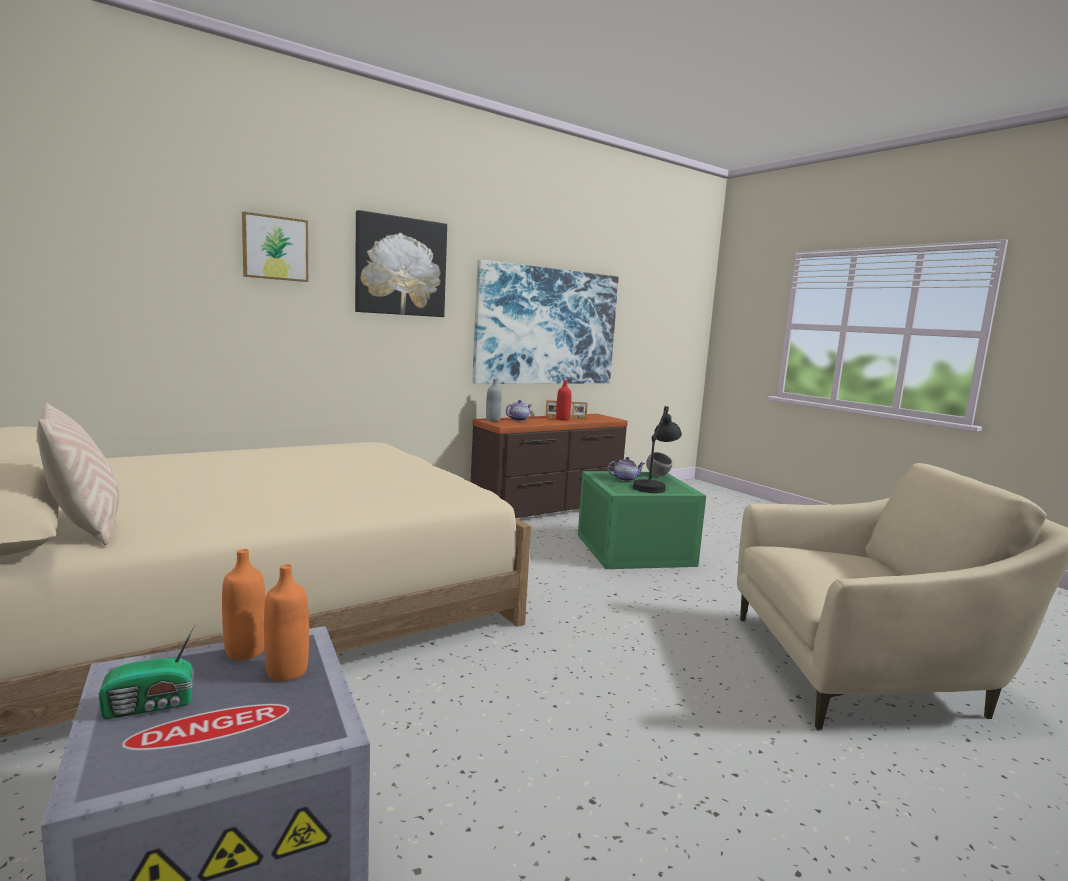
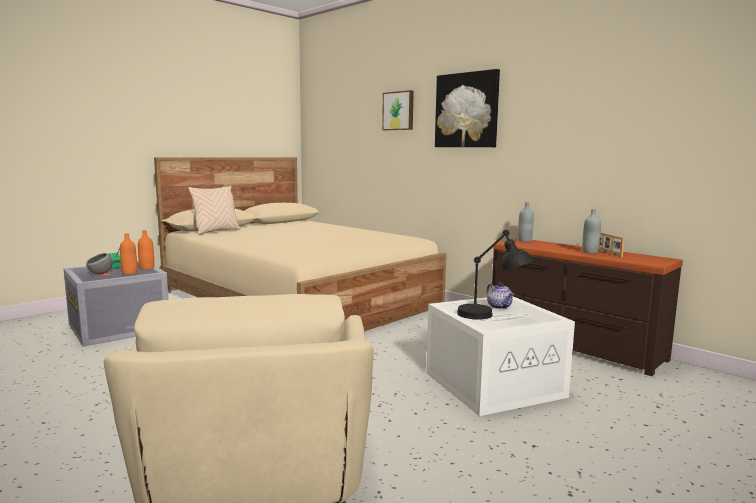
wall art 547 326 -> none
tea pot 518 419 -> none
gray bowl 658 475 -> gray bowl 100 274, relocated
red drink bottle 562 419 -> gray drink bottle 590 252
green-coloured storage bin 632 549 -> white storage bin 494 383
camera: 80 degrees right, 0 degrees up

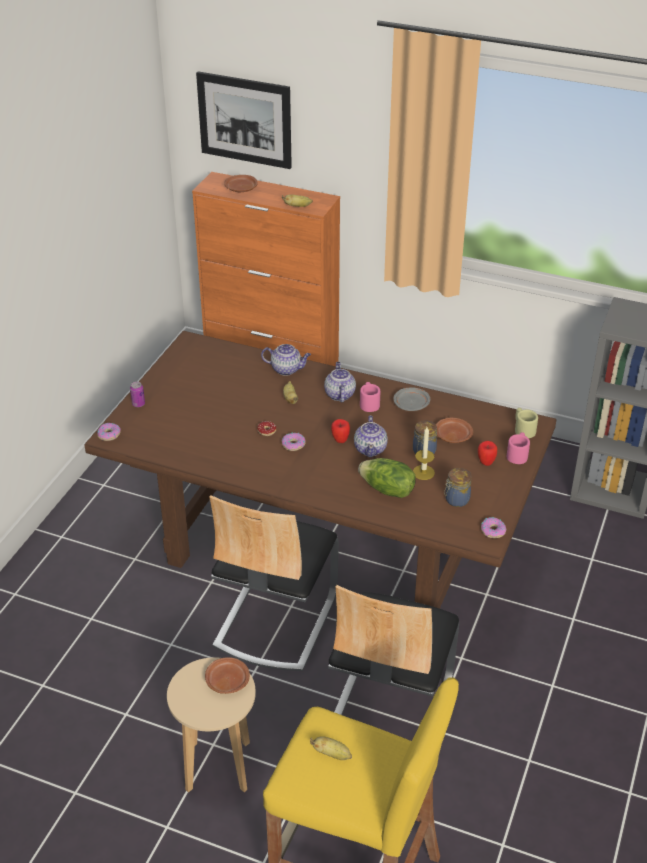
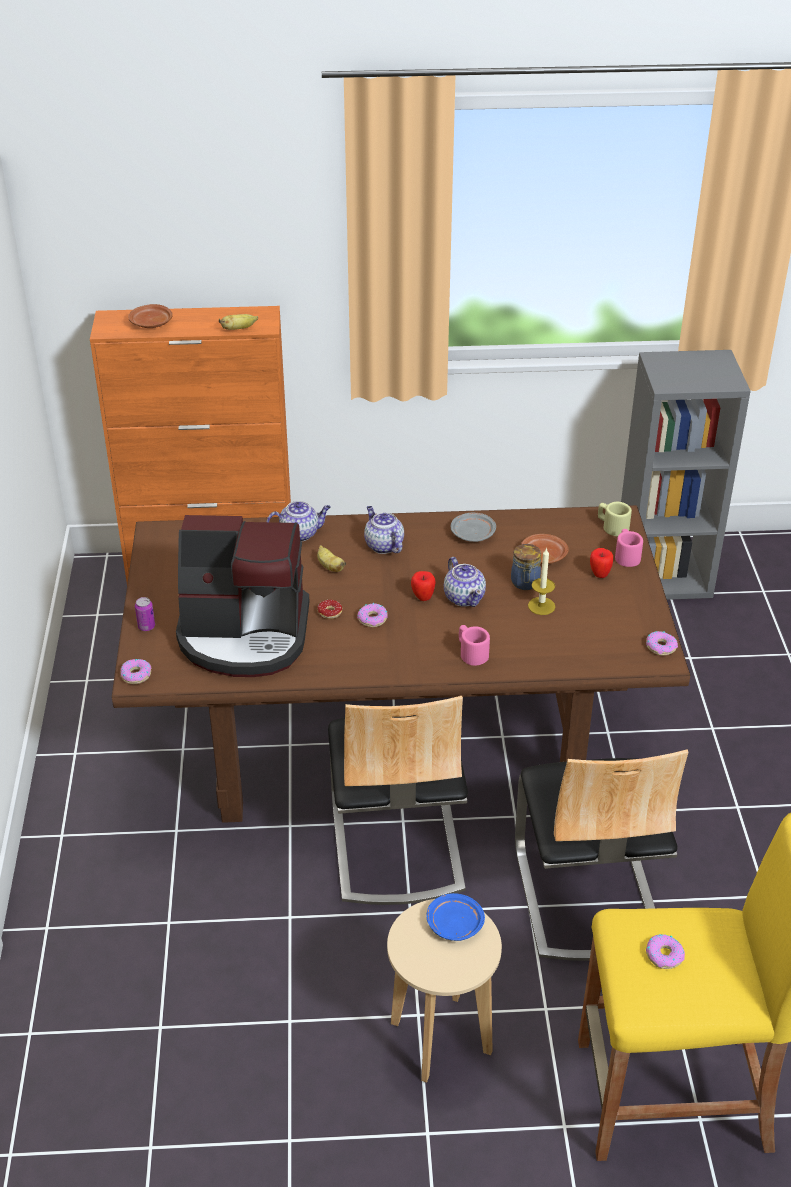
wall art 245 120 -> none
lettuce head 387 490 -> none
jar 456 500 -> none
none -> coffee maker 244 635
pink-coloured tea mug 369 403 -> pink-coloured tea mug 471 653, relocated
banana fruit 332 754 -> ring doughnut 664 955
brownish plate 227 681 -> blue plate 454 924
camera: 25 degrees left, 0 degrees up

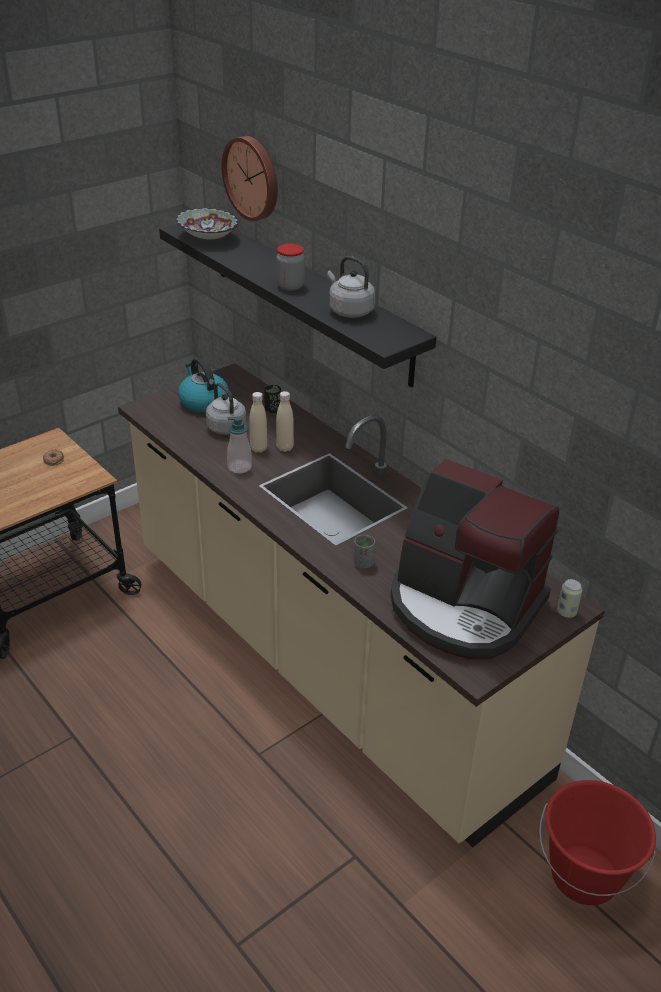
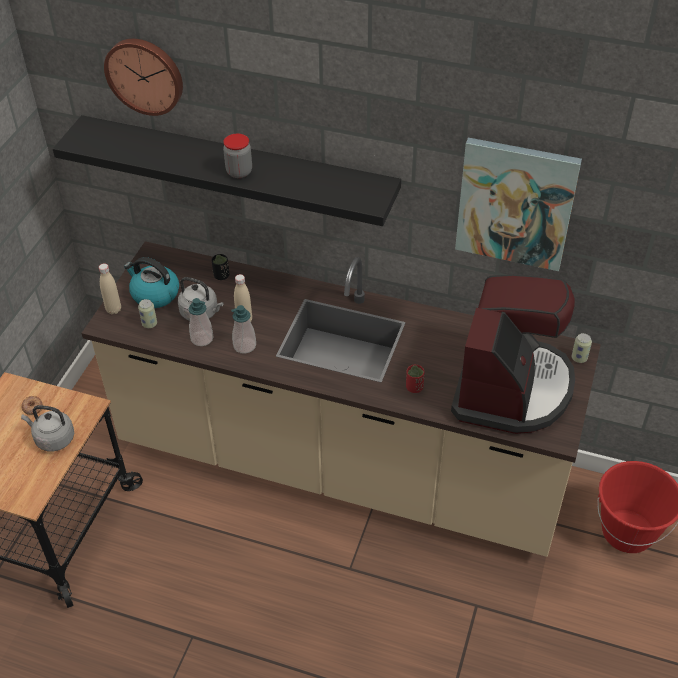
bowl 208 238 -> none
none -> can 149 324
none -> liquid soap bottle 202 338
none -> wall art 515 203
beige drink bottle 285 448 -> beige drink bottle 113 310, relocated
gray tea kettle 349 311 -> gray tea kettle 53 439, relocated
gray drinking cup 363 563 -> red drinking cup 414 387
coffee maker 464 606 -> coffee maker 511 388, 75 degrees counterclockwise
camera: 30 degrees left, 10 degrees up

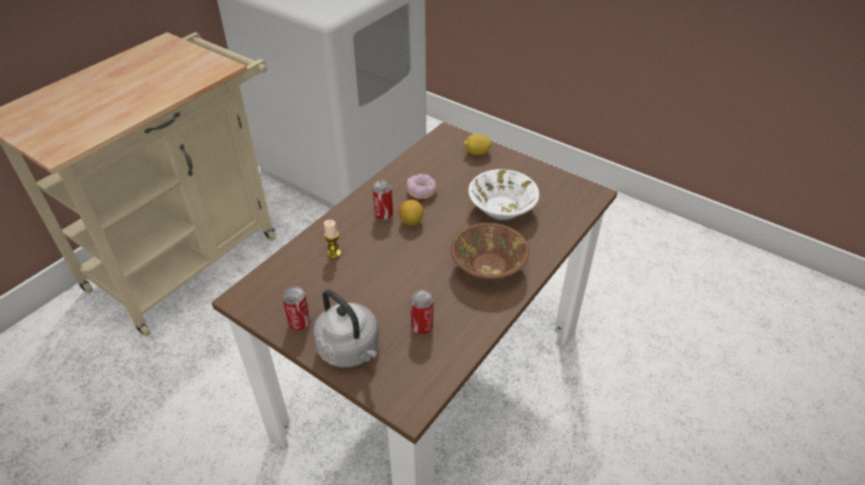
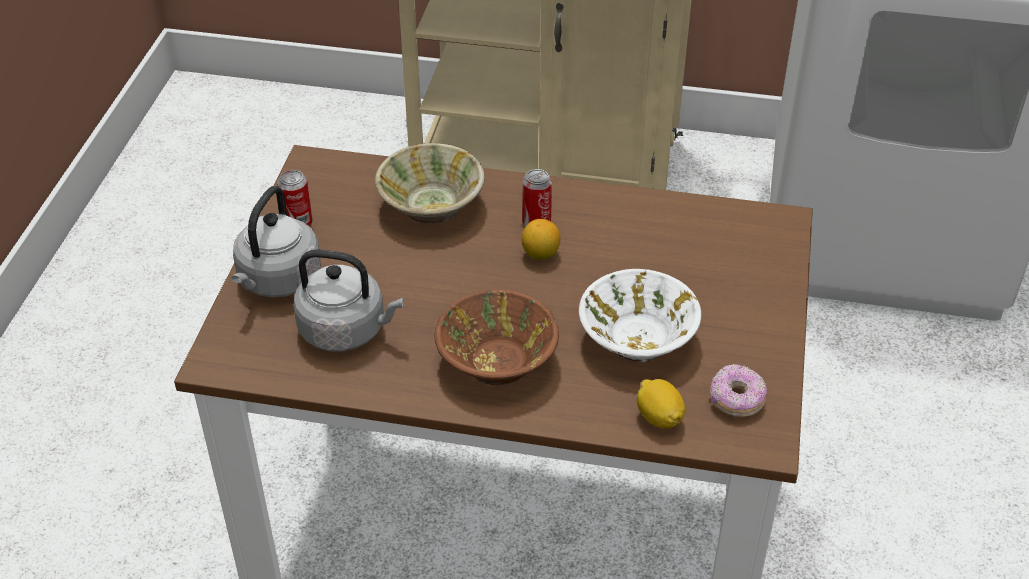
ring doughnut 421 192 -> ring doughnut 736 400, relocated
whole lemon 477 153 -> whole lemon 659 417, relocated
wax candle 334 253 -> beige bowl 431 206
can 422 327 -> gray tea kettle 347 330
camera: 65 degrees right, 0 degrees up

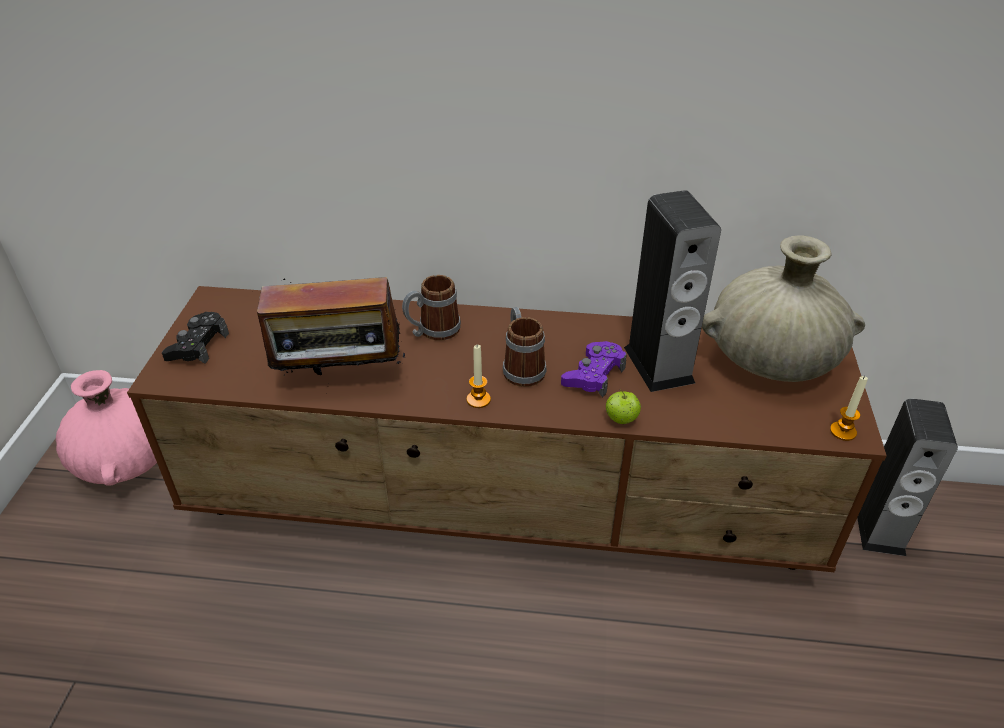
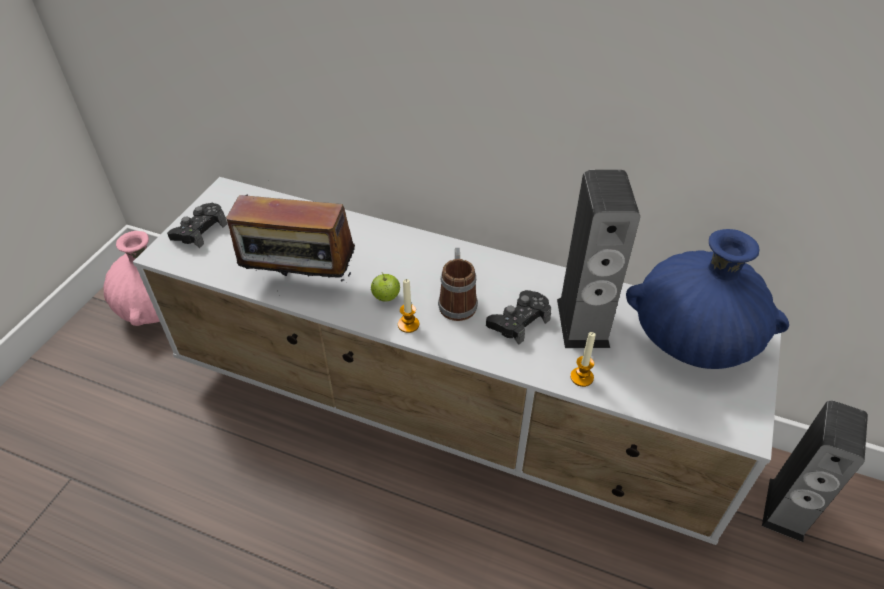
tea mug 432 331 -> none
whole apple 621 419 -> whole apple 386 297, relocated
wax candle 843 431 -> wax candle 581 377, relocated
brownish tv stand 505 509 -> white tv stand 445 413
purple gamepad 594 375 -> black gamepad 519 321
beige flower vase 771 359 -> blue flower vase 693 338
camera: 15 degrees right, 5 degrees up

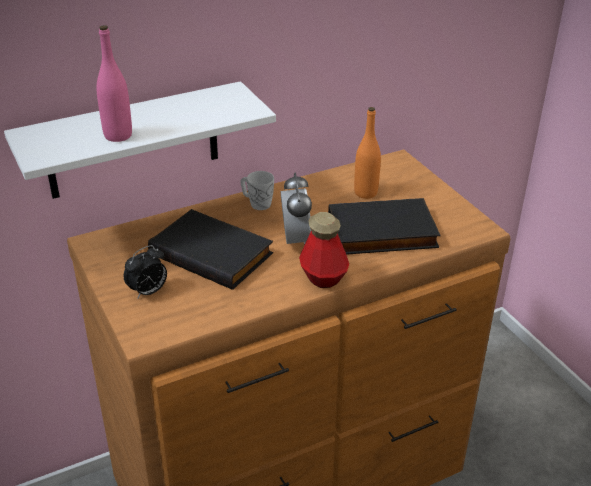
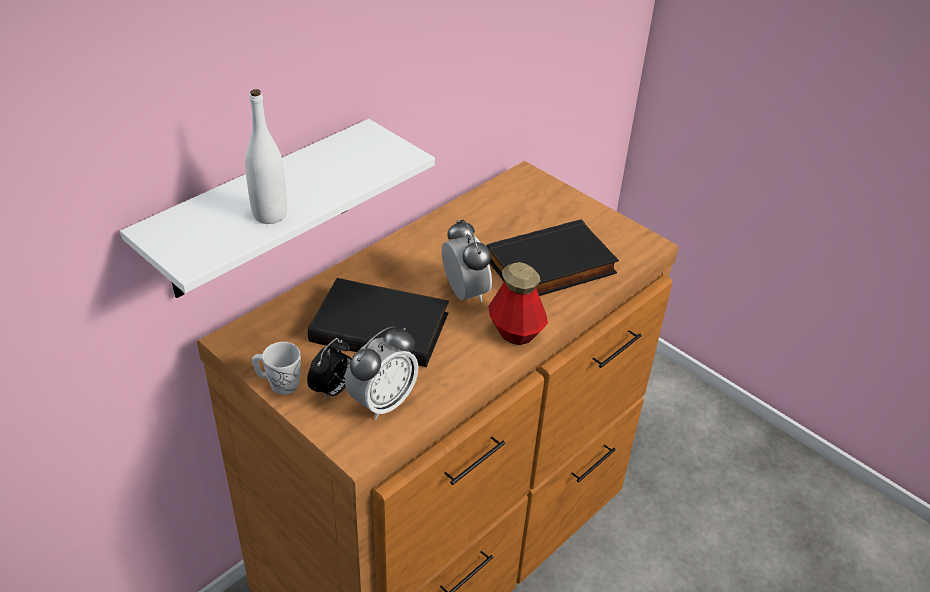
orange-coloured drink bottle 365 193 -> none
none -> table clock 382 402
white tea mug 256 203 -> white tea mug 278 384, relocated
pink-coloured drink bottle 118 135 -> white drink bottle 270 215
camera: 20 degrees left, 5 degrees up

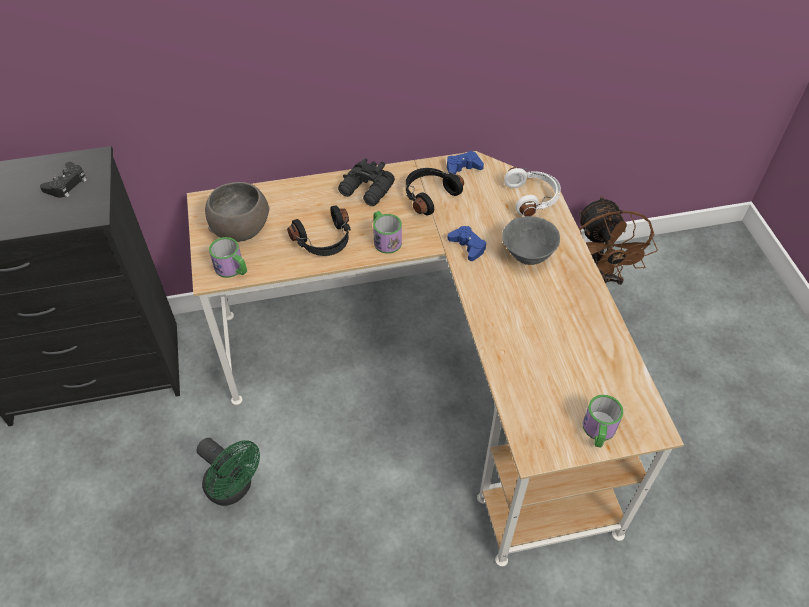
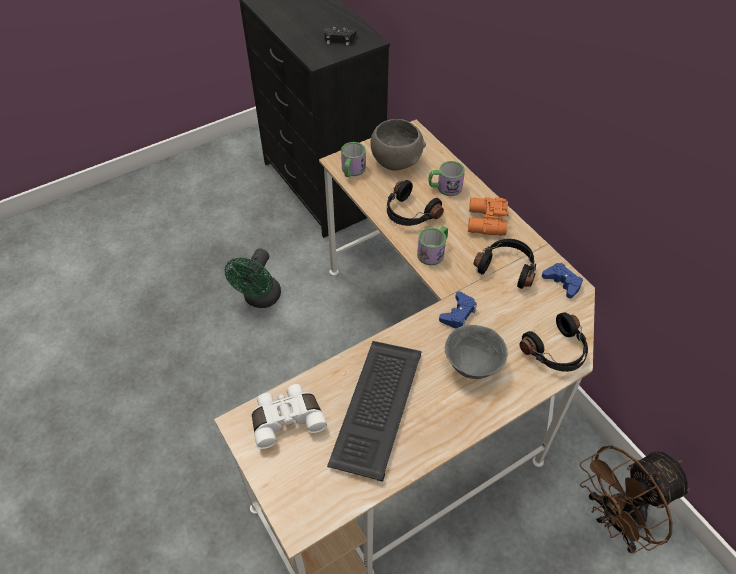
none -> white binoculars 286 418
none -> keyboard 376 406
tea mug 598 431 -> tea mug 445 187, relocated
black binoculars 367 190 -> orange-coloured binoculars 485 222
white pair of headphones 532 198 -> black pair of headphones 556 352
camera: 70 degrees right, 0 degrees up

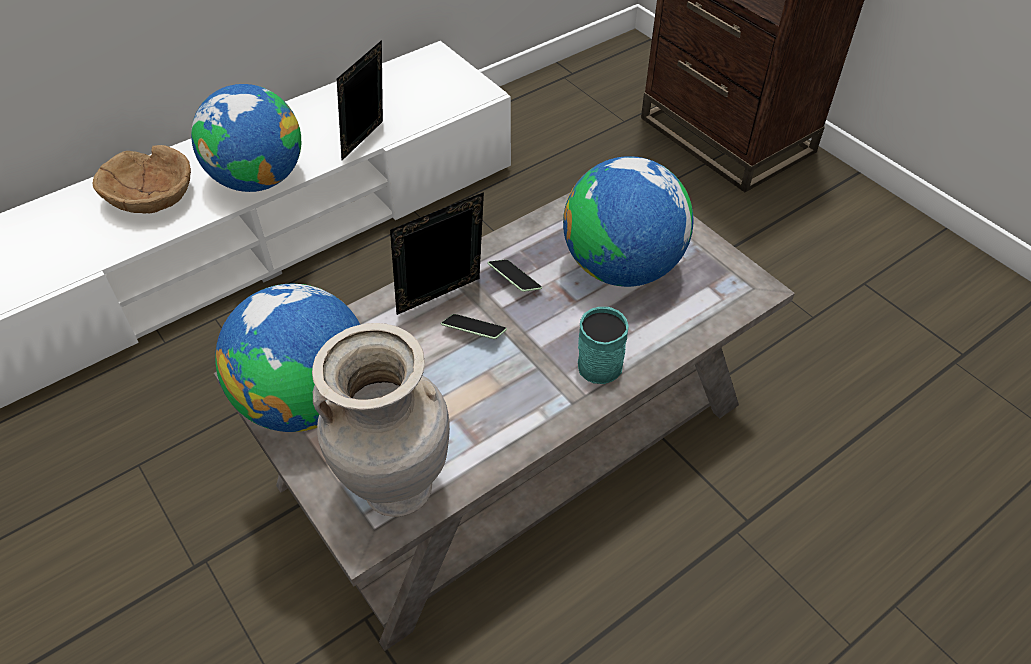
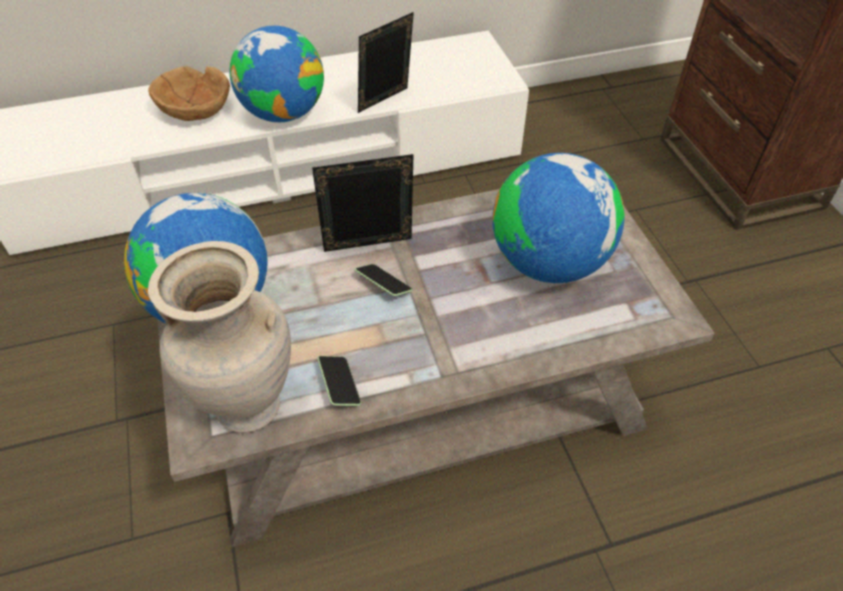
turquoise-coloured tea mug 599 359 -> none
handset 514 281 -> handset 339 385, relocated
camera: 20 degrees right, 0 degrees up

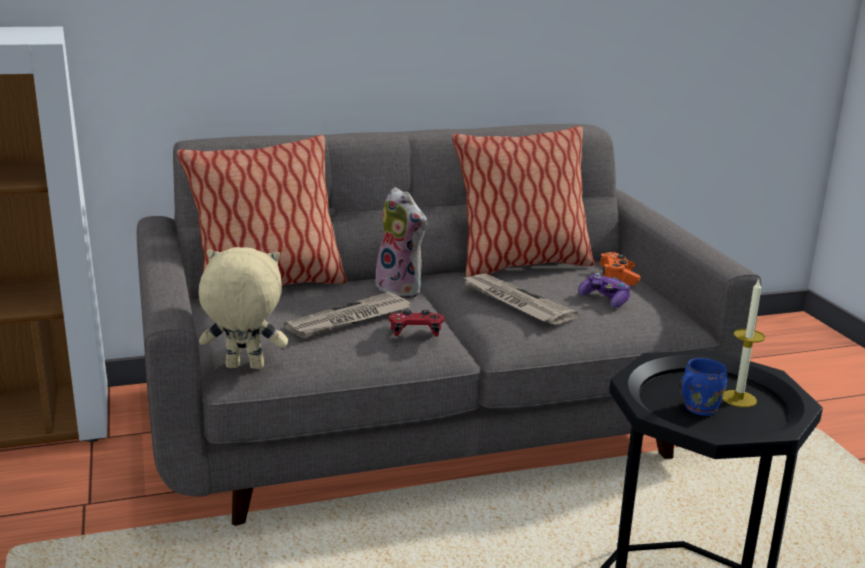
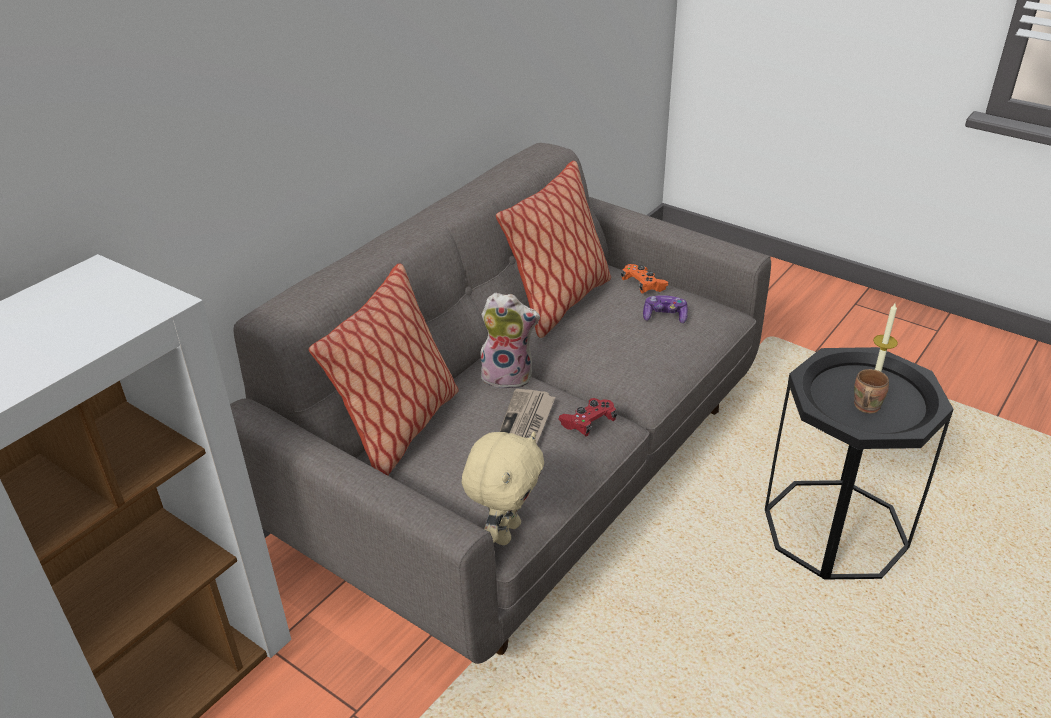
daily paper 515 302 -> none
blue tea mug 697 408 -> brownish tea mug 864 407
beige cuddly toy 244 367 -> beige cuddly toy 505 532, 150 degrees clockwise
camera: 35 degrees left, 15 degrees up

